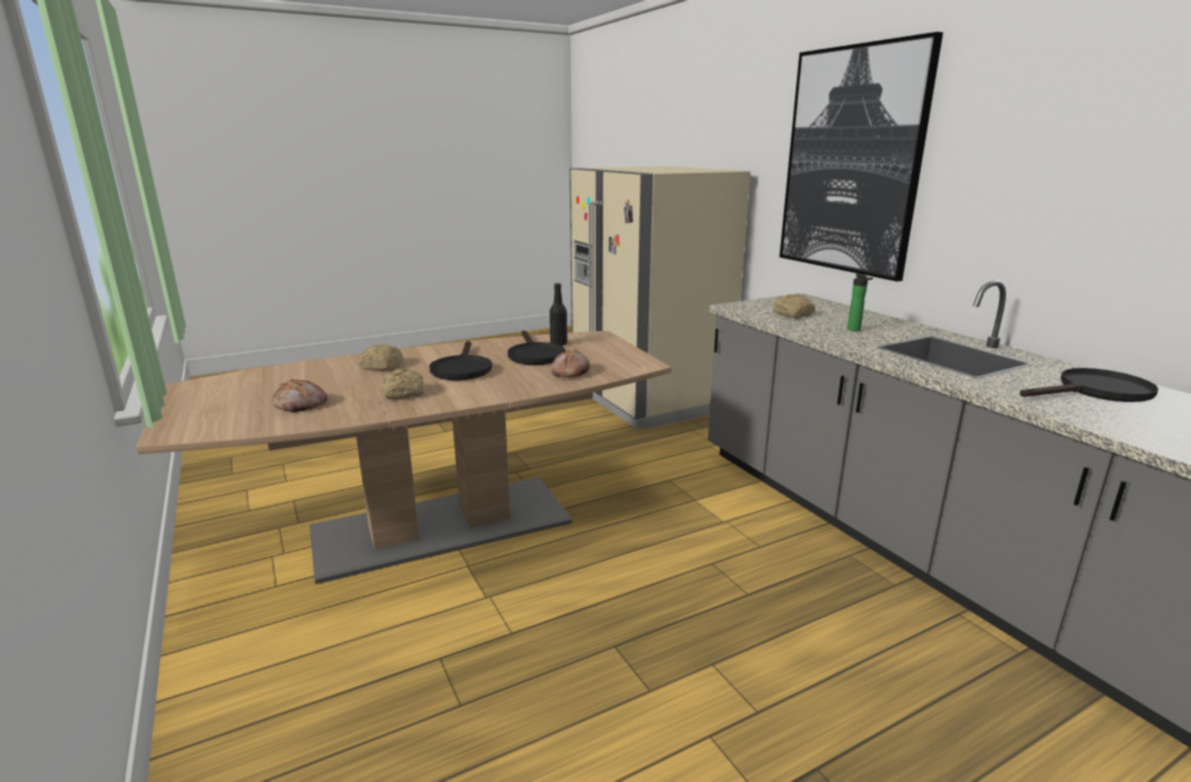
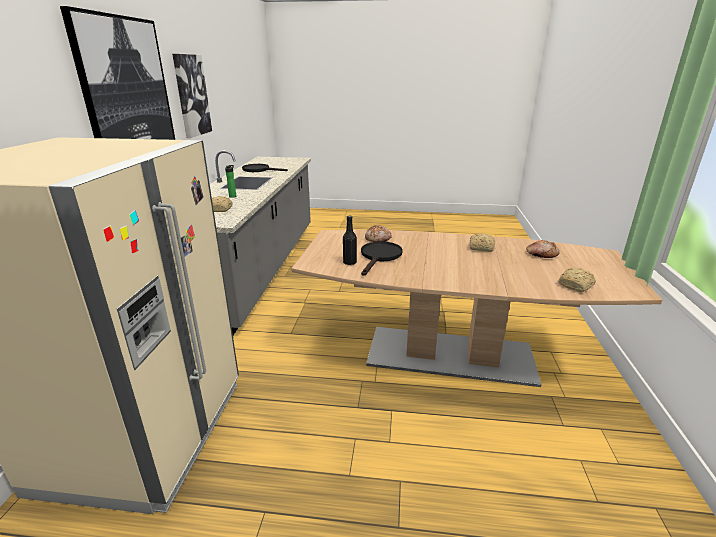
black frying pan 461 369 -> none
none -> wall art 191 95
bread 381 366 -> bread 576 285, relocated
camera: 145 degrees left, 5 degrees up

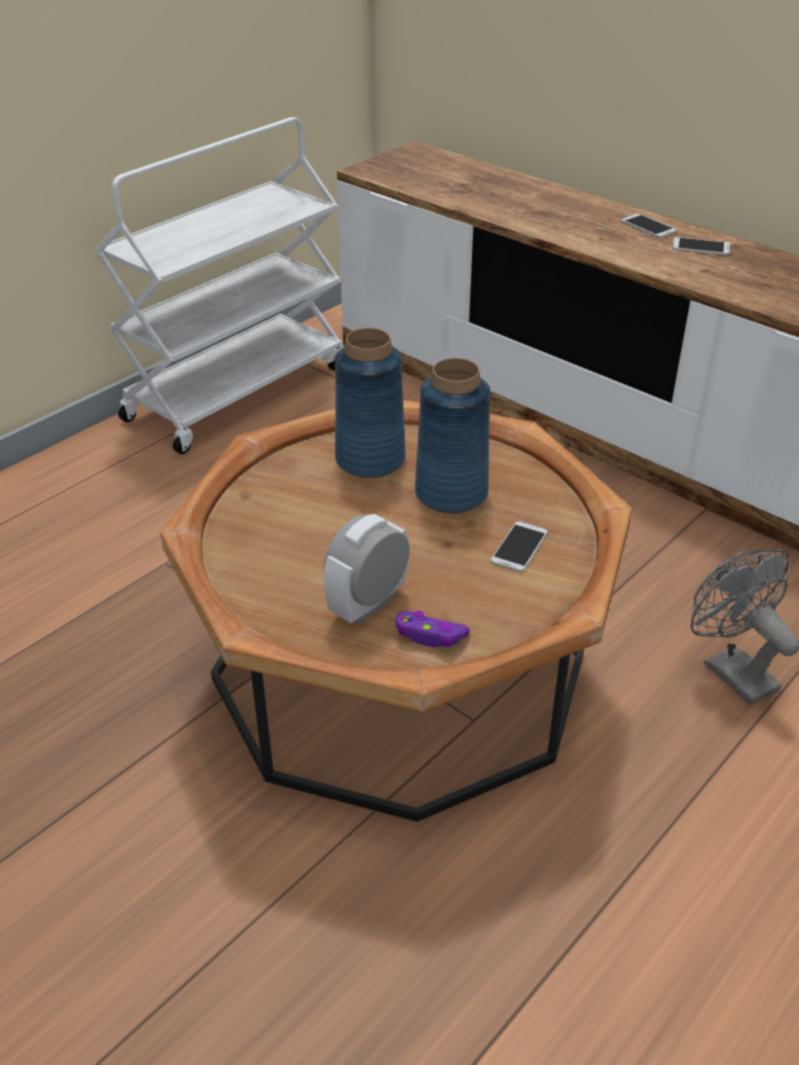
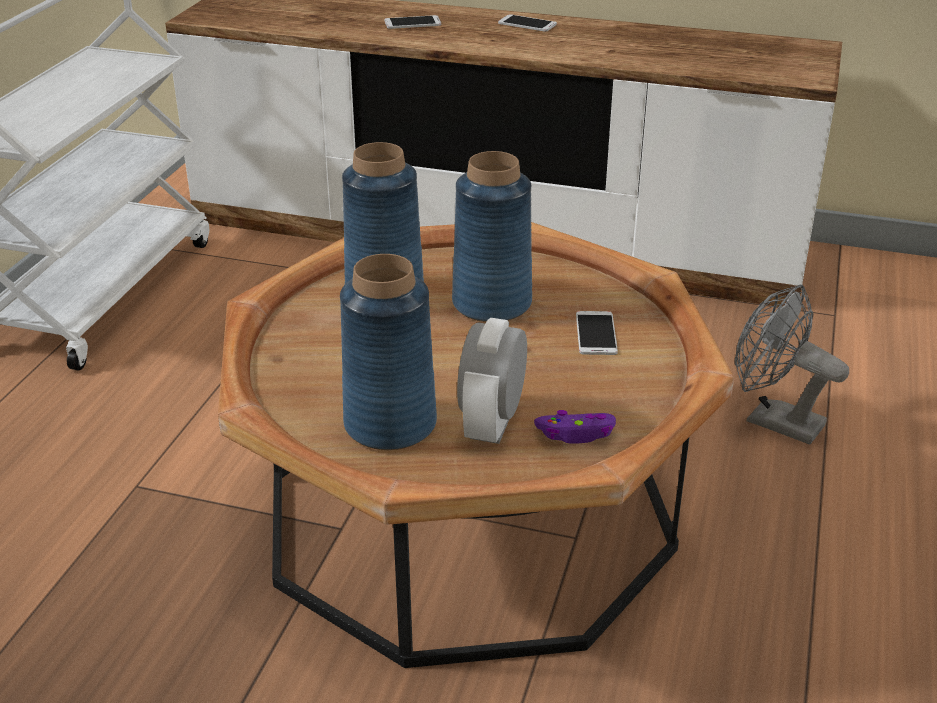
none -> blue flower vase 390 423
handset 700 247 -> handset 412 23, relocated
camera: 25 degrees left, 5 degrees down

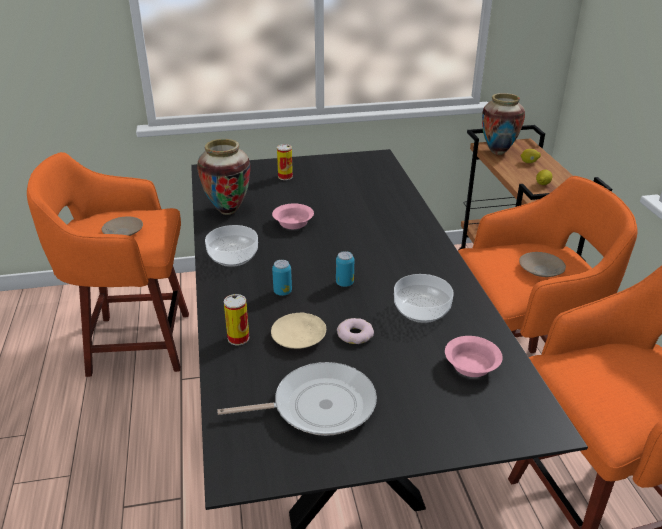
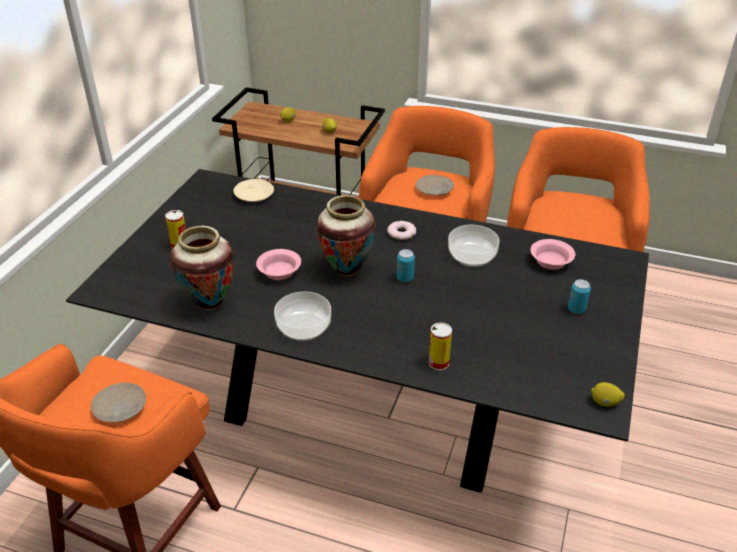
frying pan 318 406 -> none
none -> whole lemon 604 402
beige plate 299 336 -> beige plate 254 195, relocated
can 282 292 -> can 576 309, relocated
ring doughnut 355 334 -> ring doughnut 401 233, relocated
flower vase 497 152 -> flower vase 347 271, relocated
camera: 60 degrees left, 5 degrees up

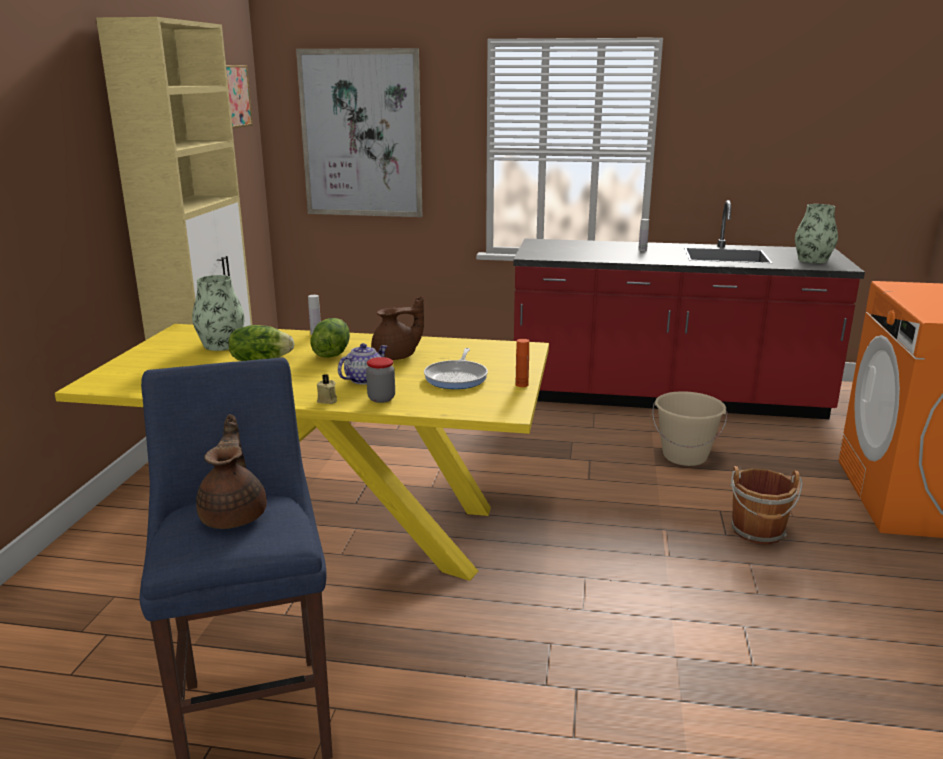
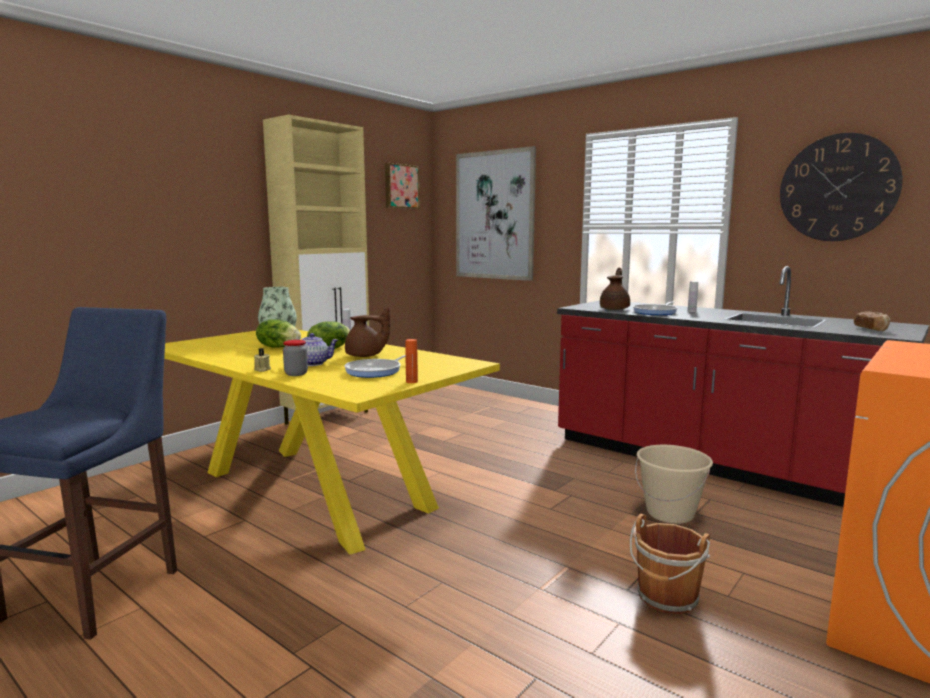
none -> frying pan 656 312
none -> hanging clock 838 188
brownish tea pot 235 515 -> brownish tea pot 615 309, relocated
flower vase 812 260 -> bread 871 329
camera: 30 degrees right, 10 degrees down

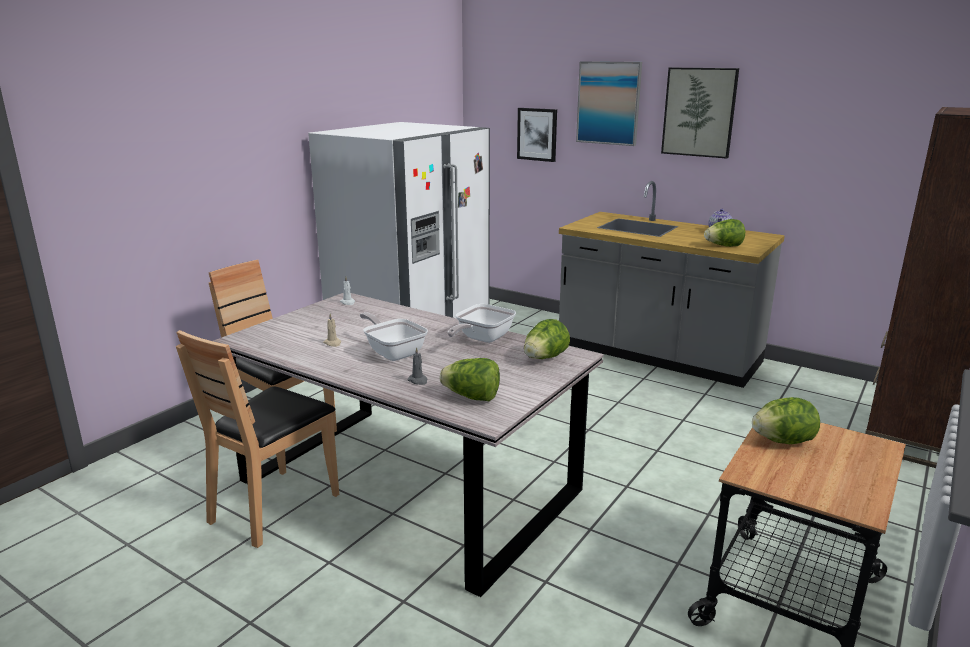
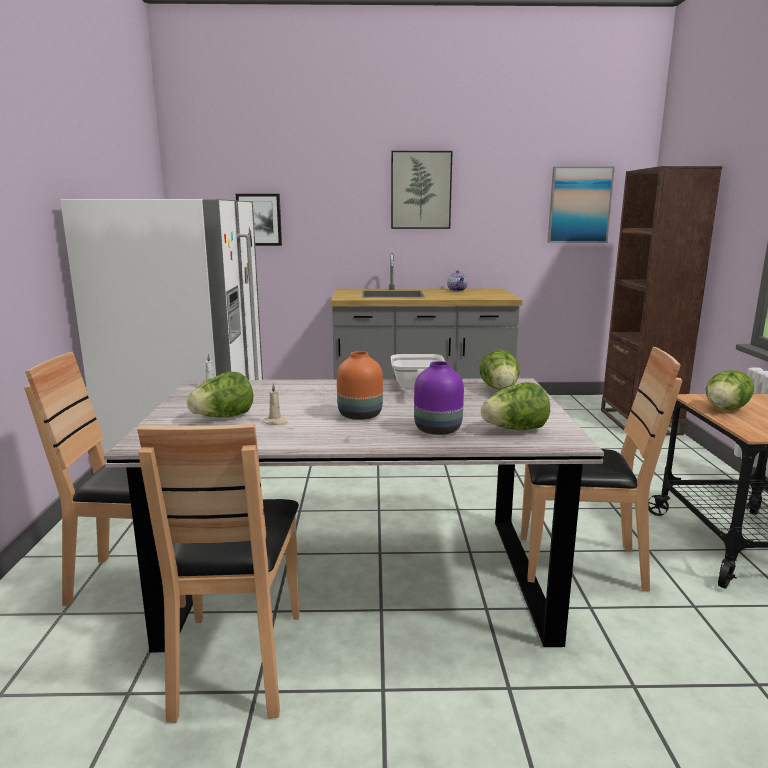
none -> brownish chair 578 564
wall art 608 103 -> wall art 579 205, relocated
lettuce head 723 246 -> lettuce head 223 417, relocated
frying pan 393 352 -> orange-coloured flower vase 359 415
gray wax candle 418 381 -> purple flower vase 438 430
camera: 35 degrees left, 5 degrees down

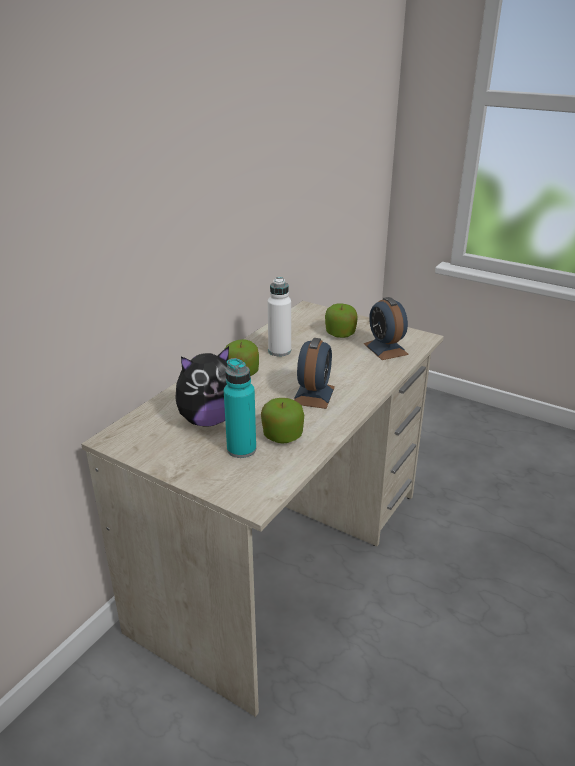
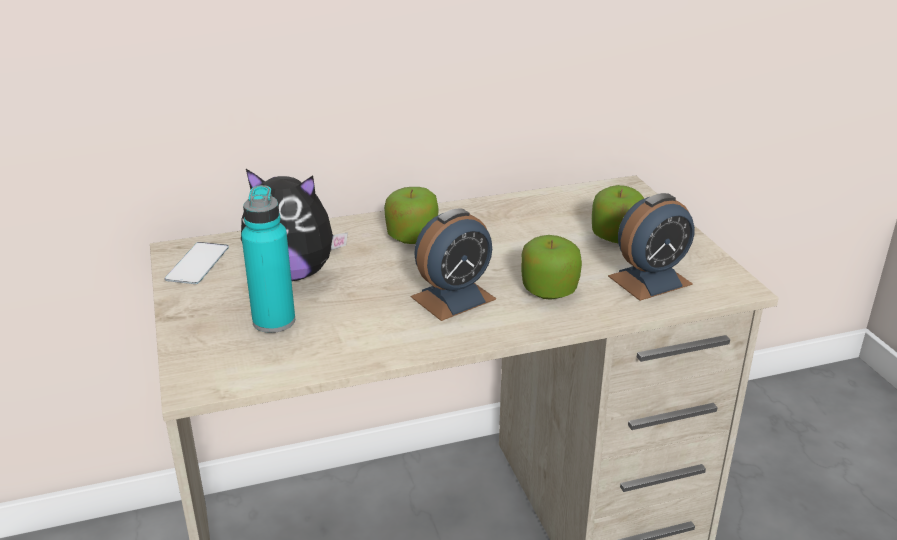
white drink bottle 279 351 -> none
none -> handset 197 263
whole apple 282 436 -> whole apple 549 290, relocated
table clock 385 349 -> table clock 649 280, 135 degrees counterclockwise
camera: 40 degrees right, 0 degrees up

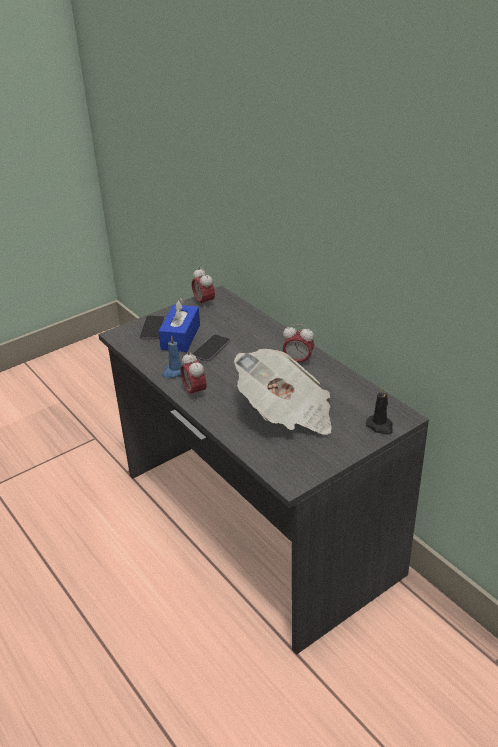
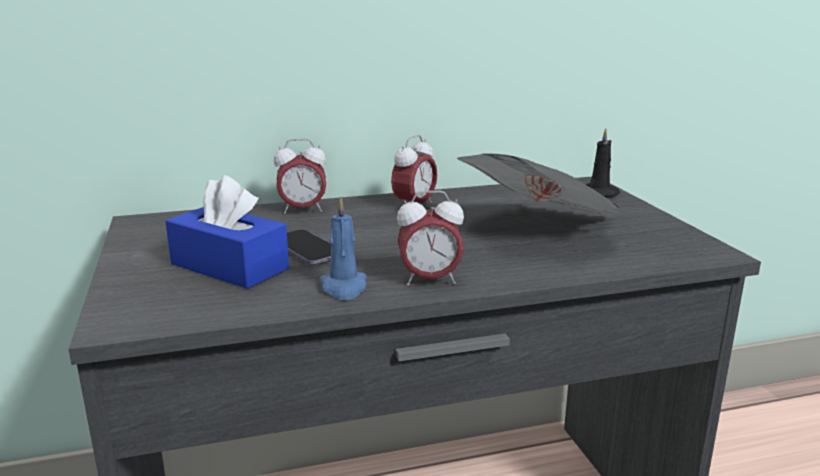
handset 152 329 -> none
table clock 204 303 -> table clock 302 210, relocated
camera: 70 degrees left, 15 degrees down

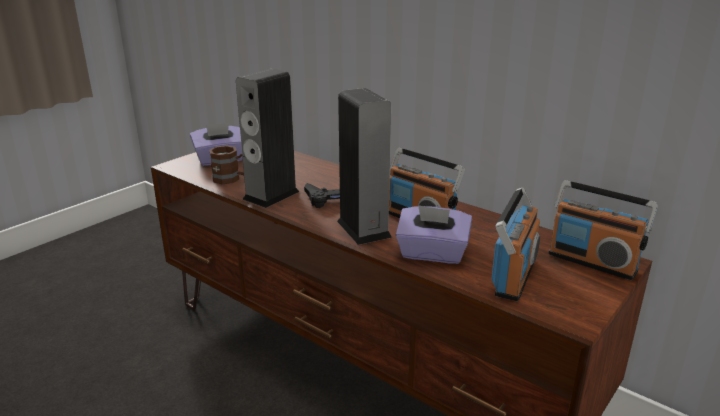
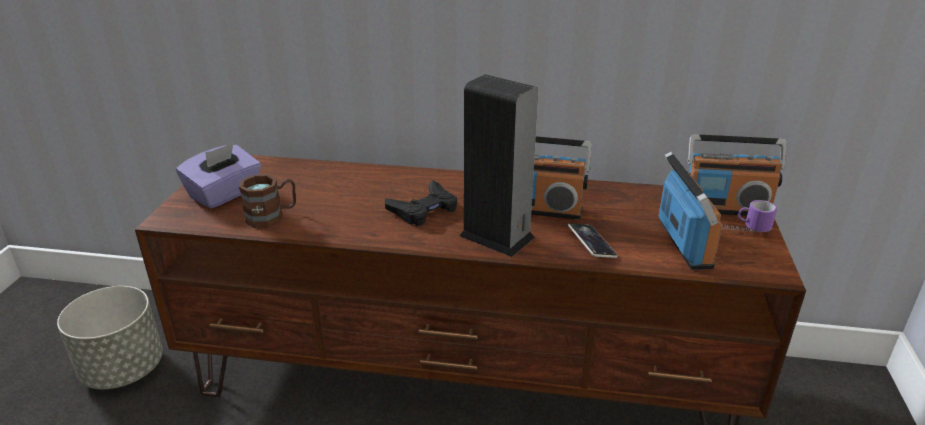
speaker 271 195 -> none
none -> gray flower pot 124 369
none -> tea mug 740 231
purple tissue holder 432 254 -> handset 591 244
camera: 30 degrees left, 5 degrees up

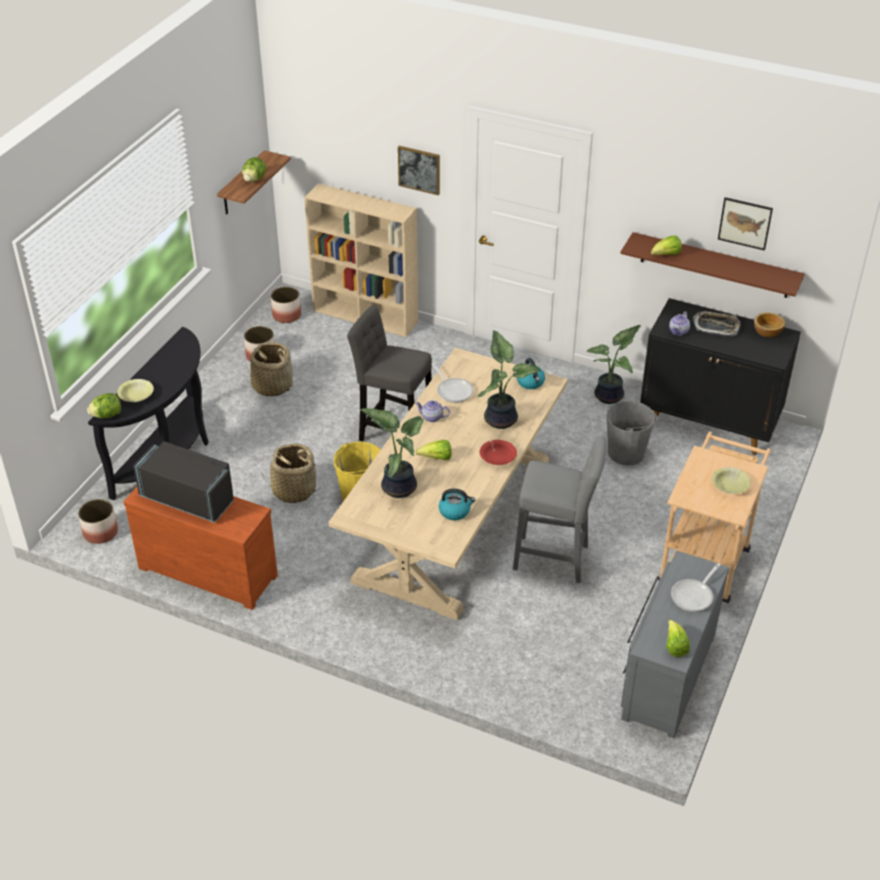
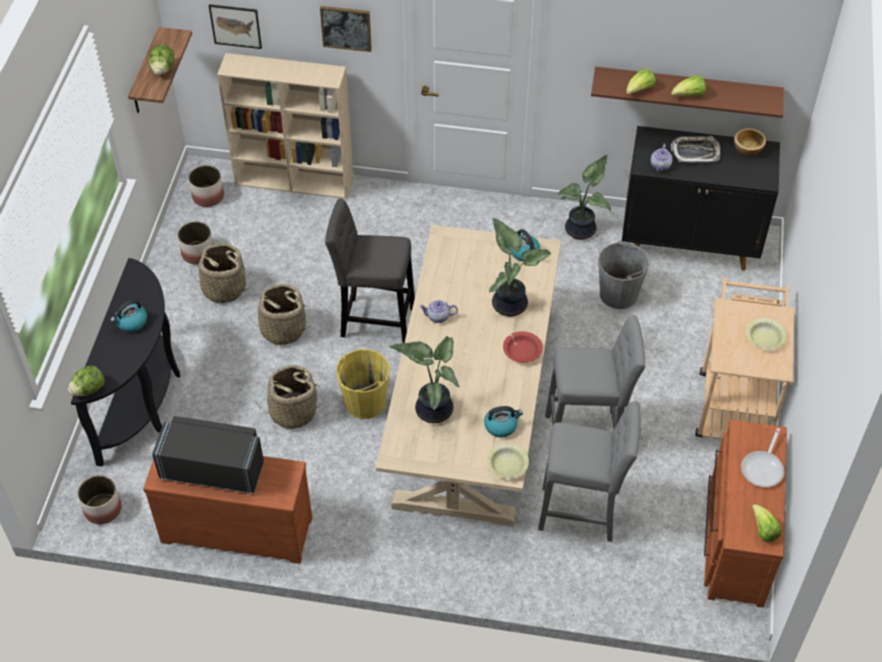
frying pan 453 390 -> none
none -> tea kettle 131 322
none -> household basket 282 329
none -> gray sitting stool 582 513
yellowish bowl 136 395 -> yellowish bowl 507 465, relocated
lettuce head 436 458 -> lettuce head 688 95, relocated
wall art 745 223 -> wall art 235 26, relocated
gray chest of drawers 665 674 -> brownish chest of drawers 734 539
camera: 15 degrees left, 10 degrees up

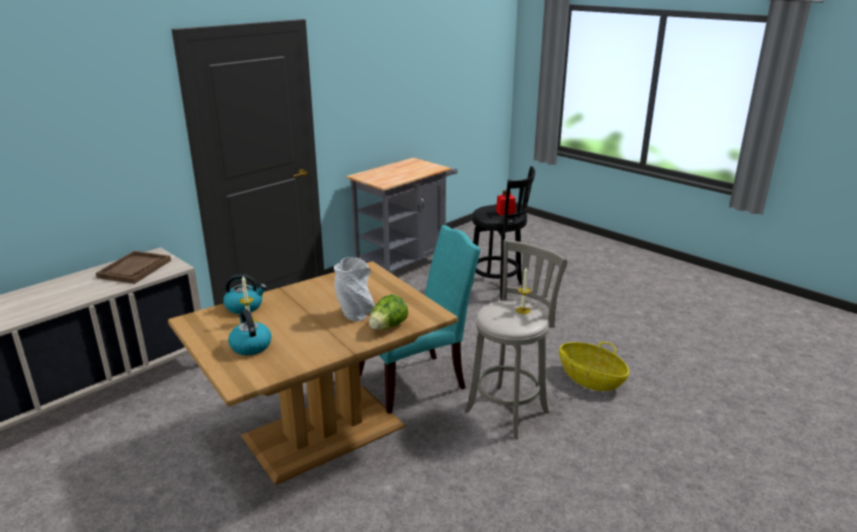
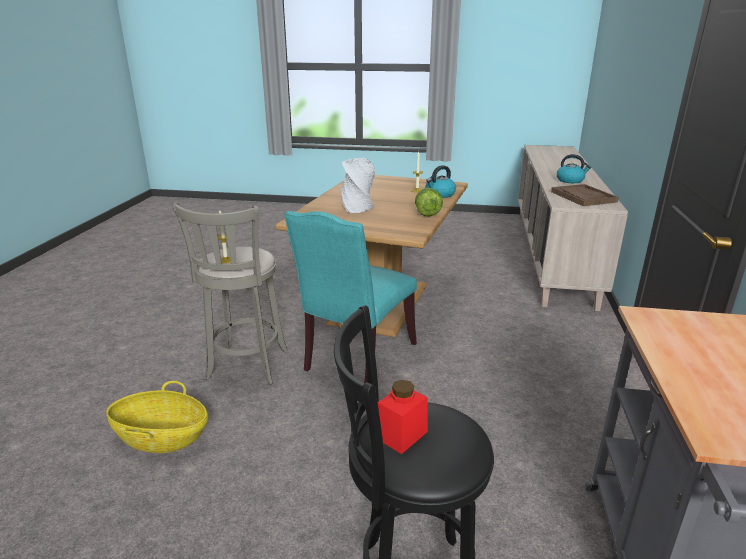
tea kettle 250 346 -> tea kettle 570 180, relocated
lettuce head 388 327 -> lettuce head 427 212, relocated
camera: 145 degrees right, 0 degrees up

